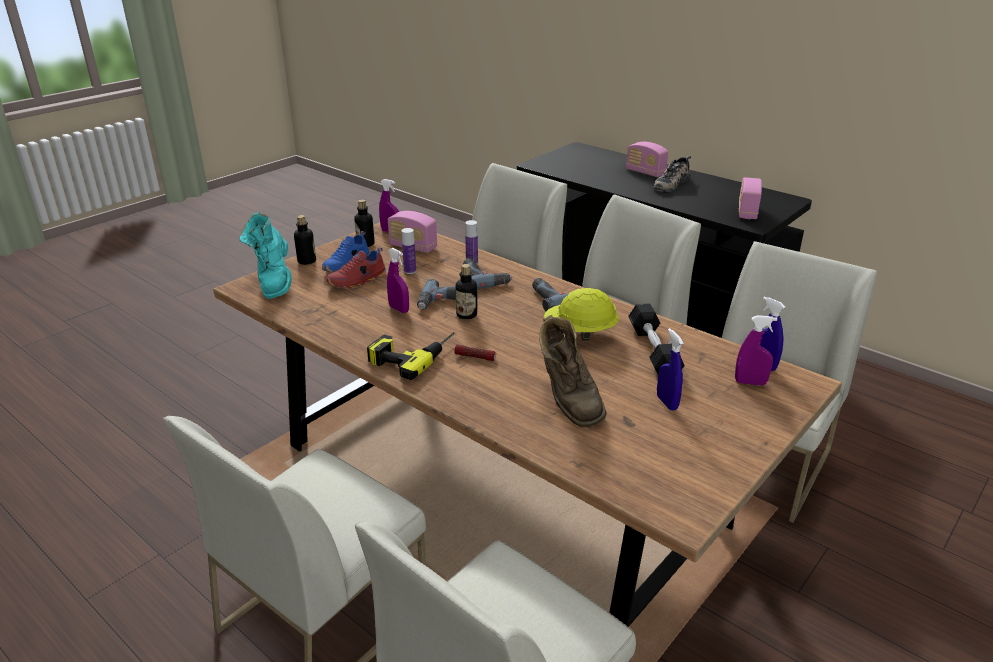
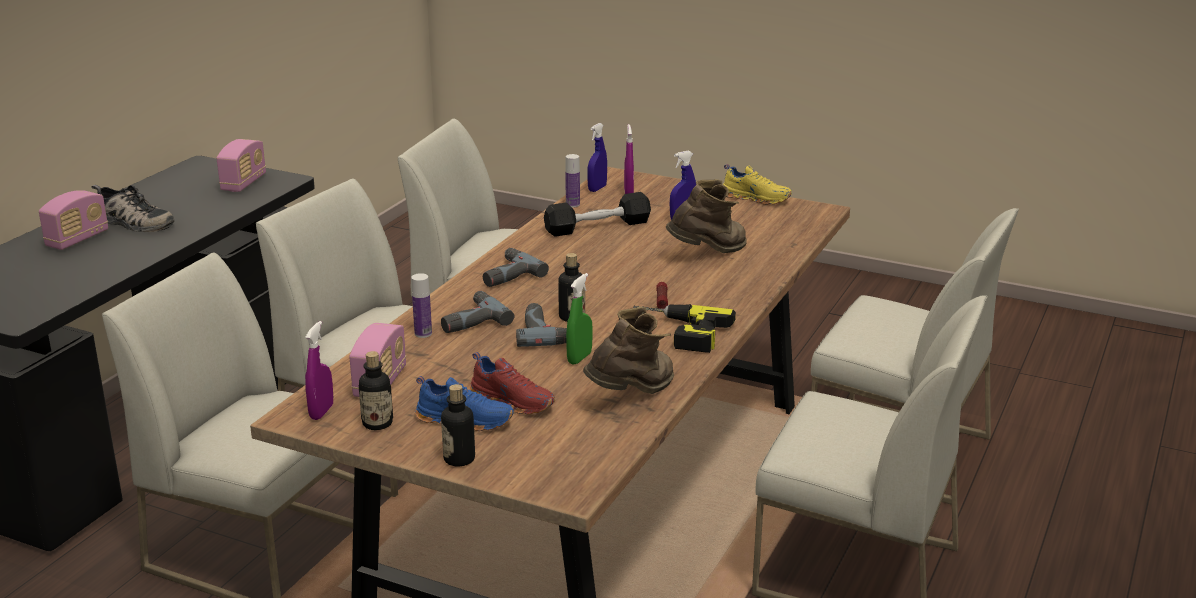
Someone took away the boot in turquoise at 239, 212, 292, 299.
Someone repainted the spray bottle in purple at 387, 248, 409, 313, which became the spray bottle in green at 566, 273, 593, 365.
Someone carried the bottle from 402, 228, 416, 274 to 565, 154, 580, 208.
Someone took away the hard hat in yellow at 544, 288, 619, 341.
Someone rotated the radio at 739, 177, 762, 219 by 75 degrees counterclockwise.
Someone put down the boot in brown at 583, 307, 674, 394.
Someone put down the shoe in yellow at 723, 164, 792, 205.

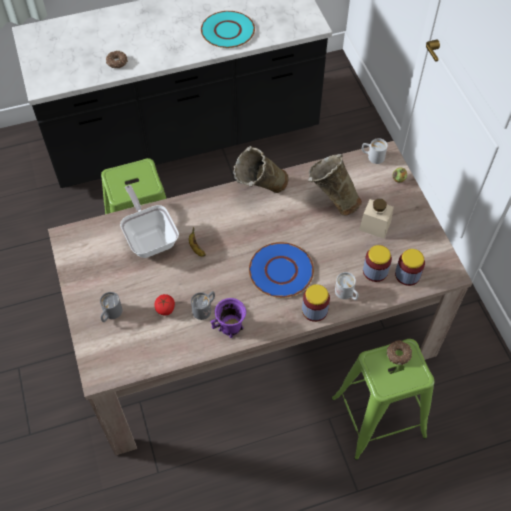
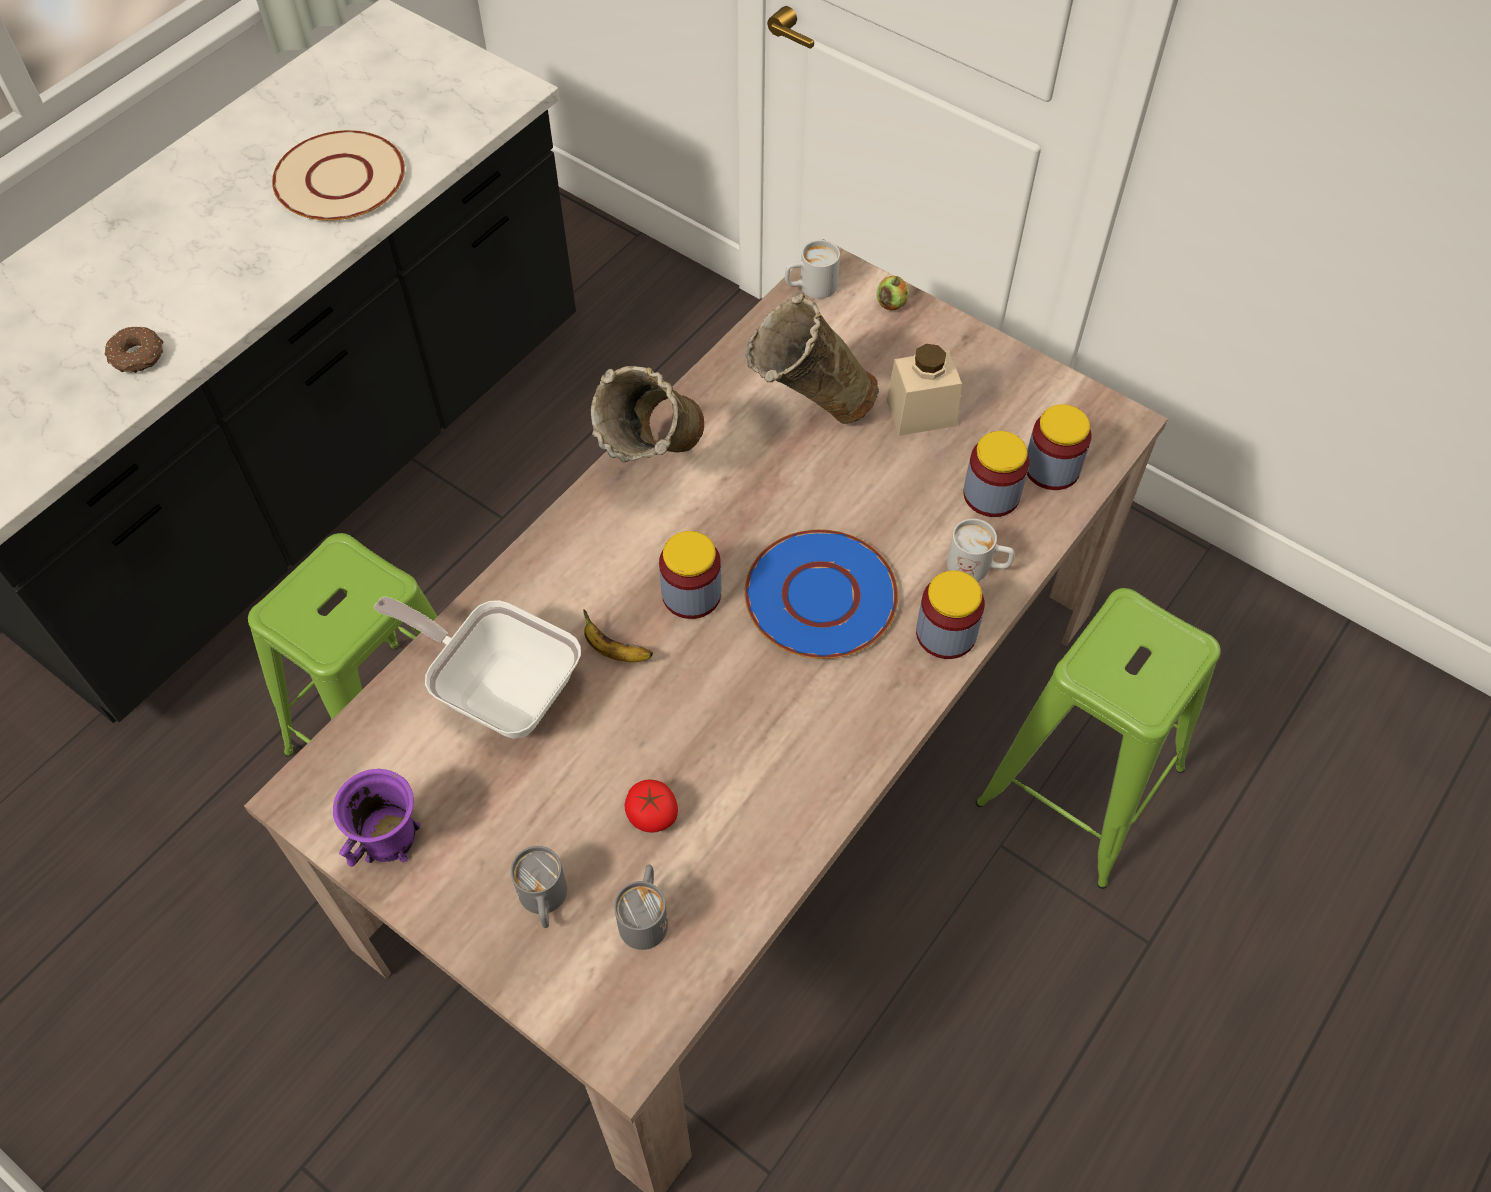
Someone carried the mug in grey from 191, 291, 215, 320 to 614, 865, 668, 950.
Someone repainted the plate in turquoise at 201, 11, 255, 48, which became the plate in beige at 272, 130, 405, 221.
Someone carried the mug in purple from 210, 298, 246, 338 to 333, 769, 420, 867.
Someone took away the donut at 387, 340, 412, 365.
Someone put down the jar at 659, 531, 721, 619.

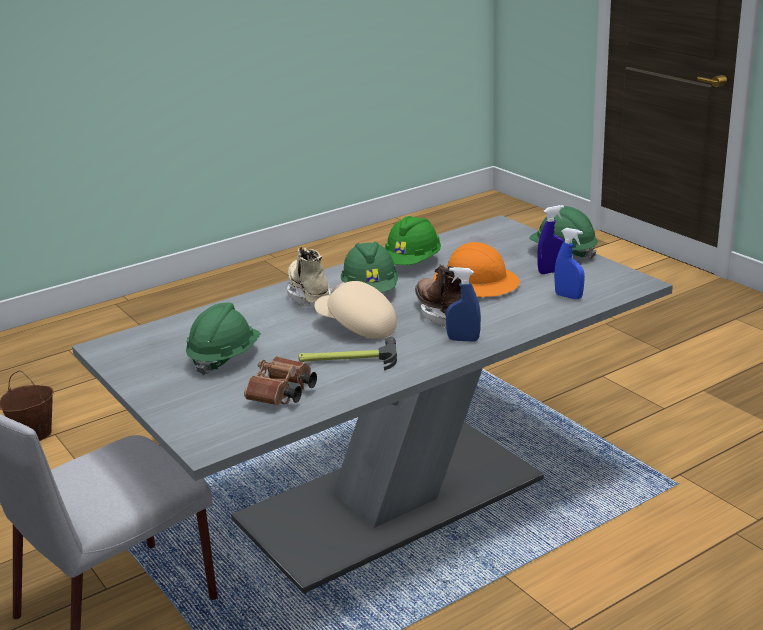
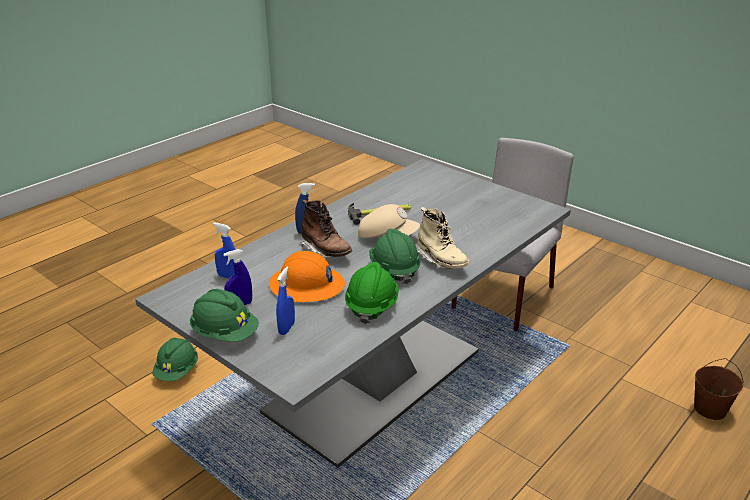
Someone carried the hard hat in green from 186, 303, 261, 375 to 152, 338, 198, 381.
Someone took away the binoculars in brown at 244, 356, 317, 405.
Someone put down the spray bottle in blue at 276, 267, 295, 335.

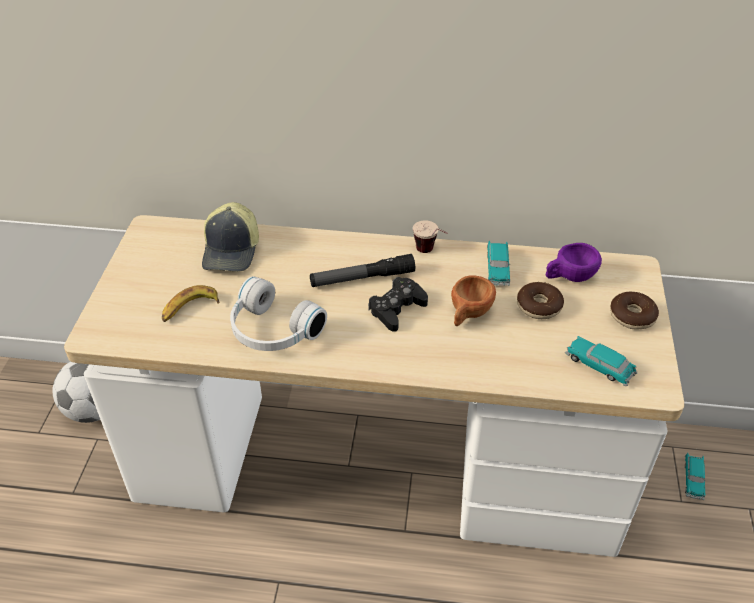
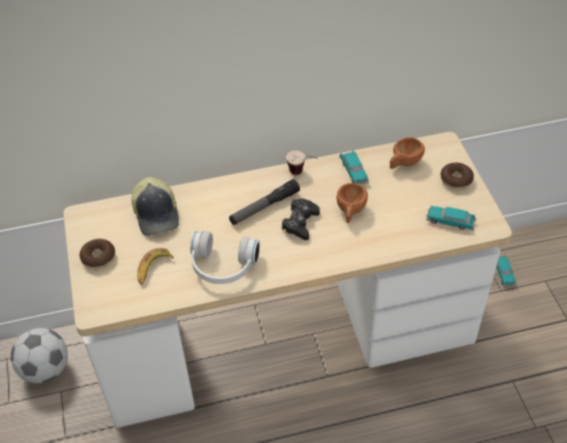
Someone carried the donut from 517, 282, 564, 319 to 80, 239, 115, 269.
Someone repainted the cup in purple at 546, 243, 602, 282, which became the cup in brown at 390, 137, 425, 169.

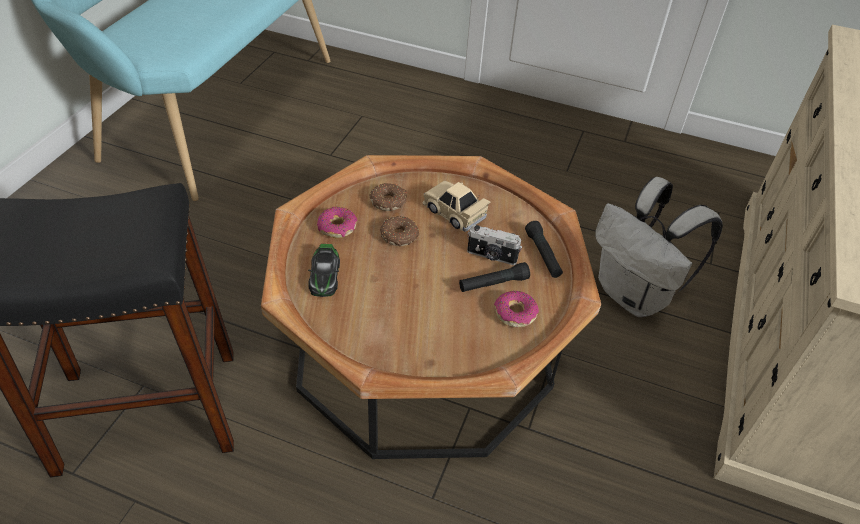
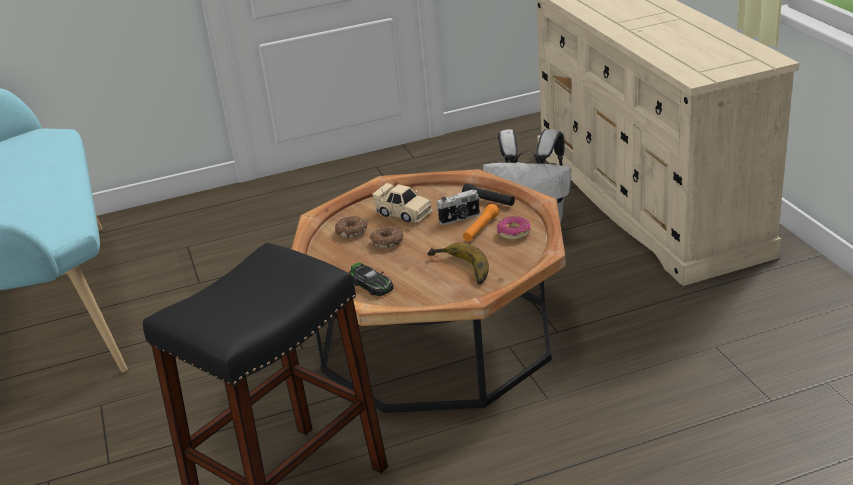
Someone took away the donut at 317, 207, 357, 238.
Someone rotated the toy car in beige at 422, 181, 491, 232 by 150 degrees counterclockwise.
Someone repainted the flashlight in black at 459, 262, 530, 292, which became the flashlight in orange at 463, 204, 499, 241.
Someone put down the banana at 427, 242, 489, 285.

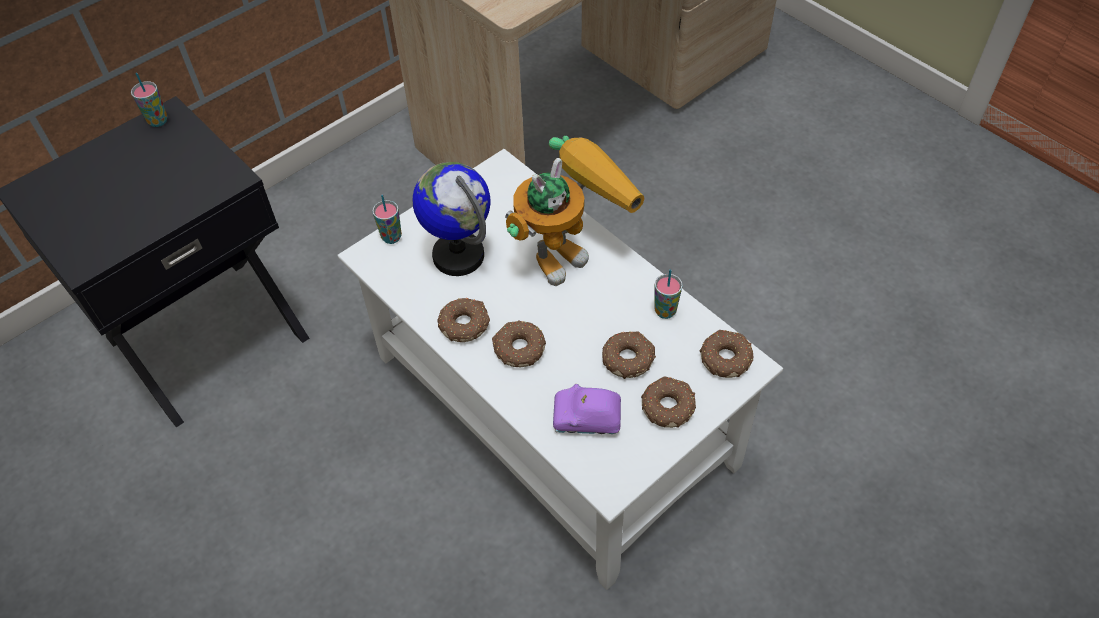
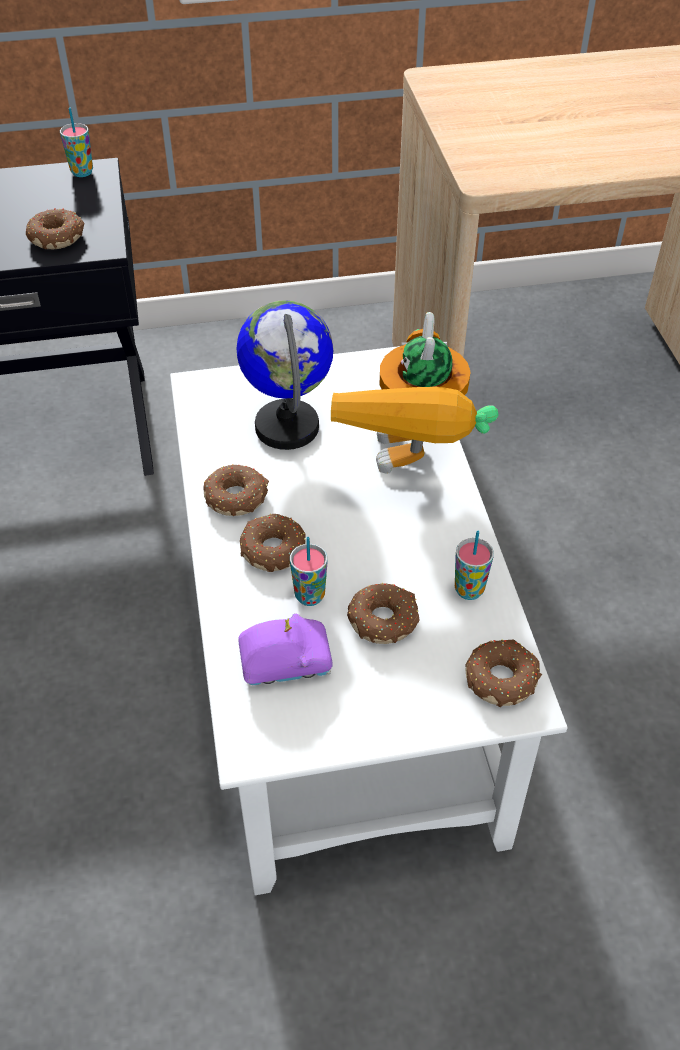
Someone carried the cup from 373, 194, 402, 244 to 290, 537, 327, 606.
Someone rotated the toy robot at 505, 136, 645, 286 by 105 degrees clockwise.
Someone rotated the toy car in purple at 553, 384, 621, 434 by 135 degrees clockwise.
Someone carried the donut from 641, 376, 696, 428 to 26, 208, 84, 249.

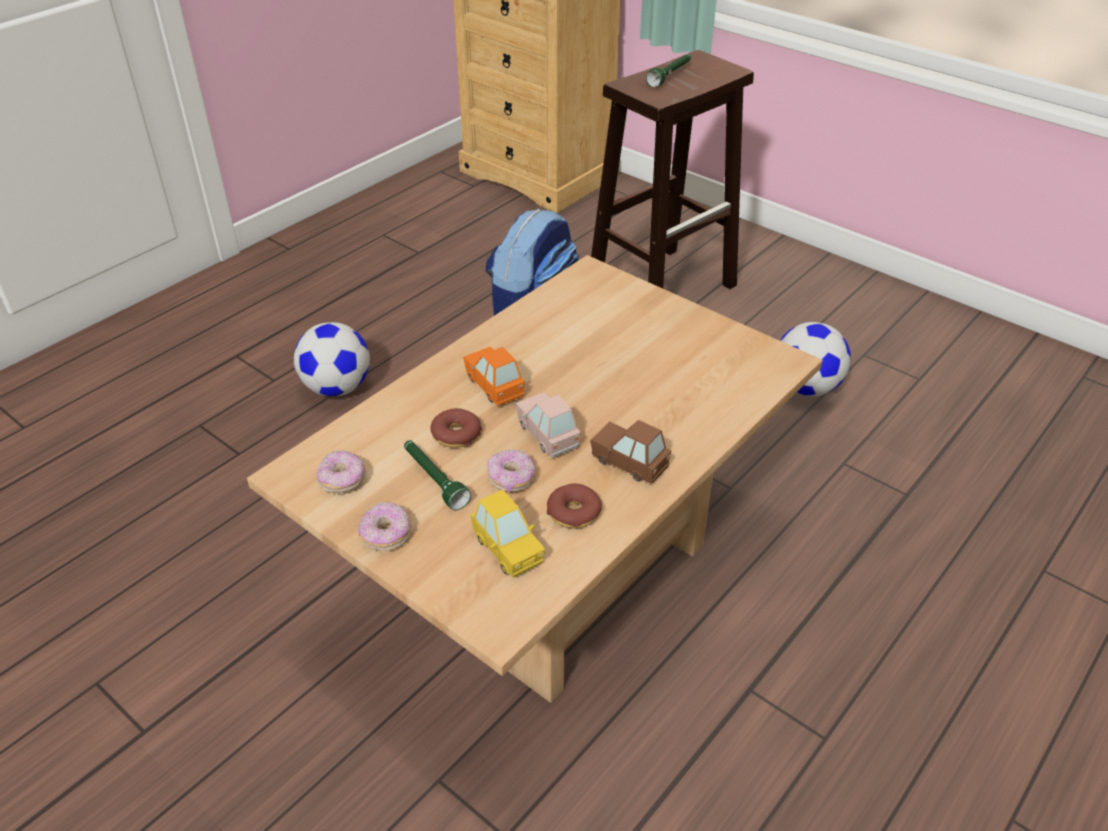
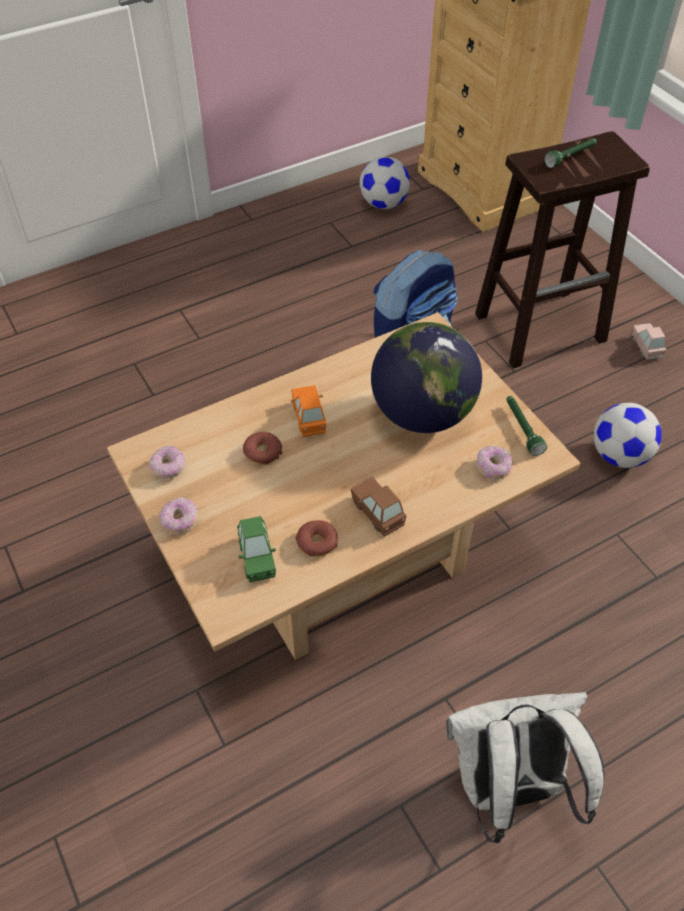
Someone carried the football from 294, 322, 370, 396 to 360, 156, 410, 209.
Someone carried the flashlight in green from 404, 440, 471, 510 to 506, 396, 547, 456.
Someone repainted the toy car in yellow at 470, 489, 545, 577, which became the toy car in green at 237, 516, 276, 582.
Someone carried the donut from 487, 449, 536, 493 to 476, 446, 513, 479.
Someone carried the toy car in pink from 515, 392, 581, 457 to 632, 323, 666, 360.
Someone put down the globe at 371, 322, 482, 433.
Someone put down the backpack in white at 446, 692, 605, 843.

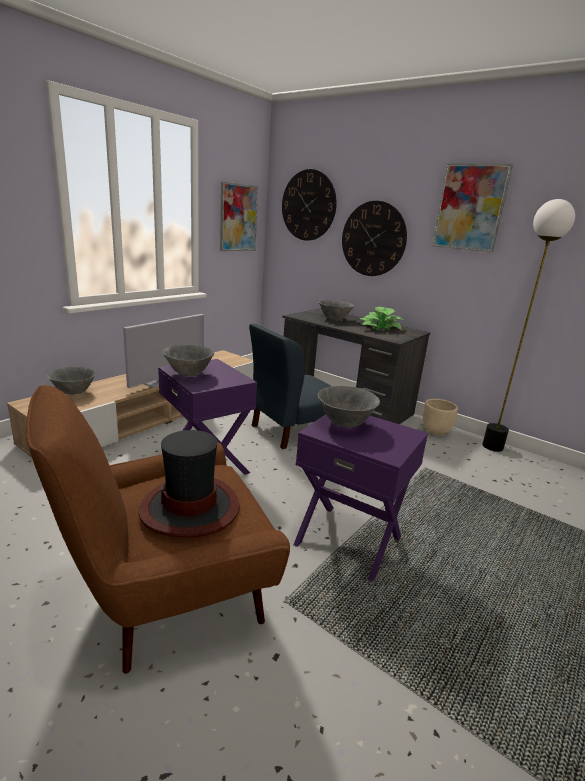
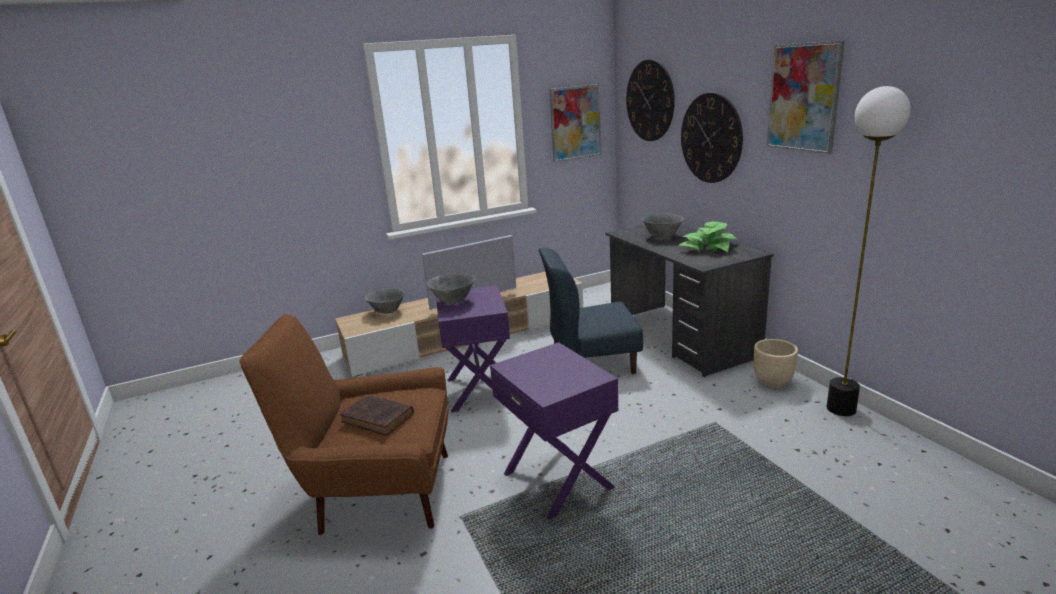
Someone swapped the hat at 139, 430, 240, 537 for the book in brown at 339, 394, 414, 436.
Someone took away the bowl in grey at 318, 386, 380, 428.

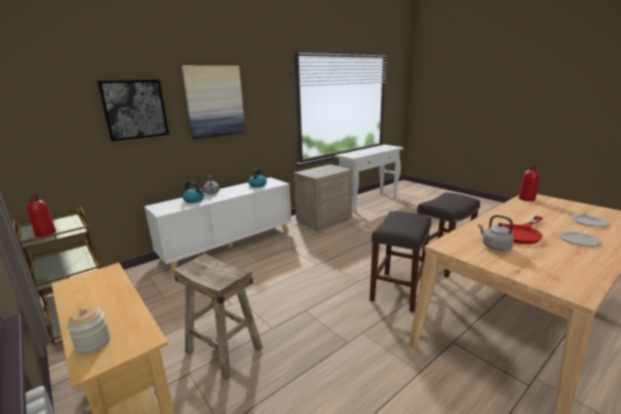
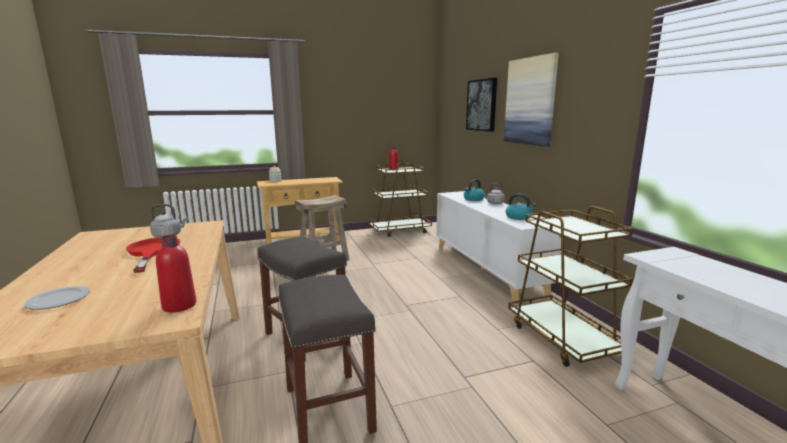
Someone swapped the nightstand in beige at 294, 164, 353, 231 for the cart in brown at 508, 206, 633, 367.
Someone took away the plate at 559, 231, 601, 246.

